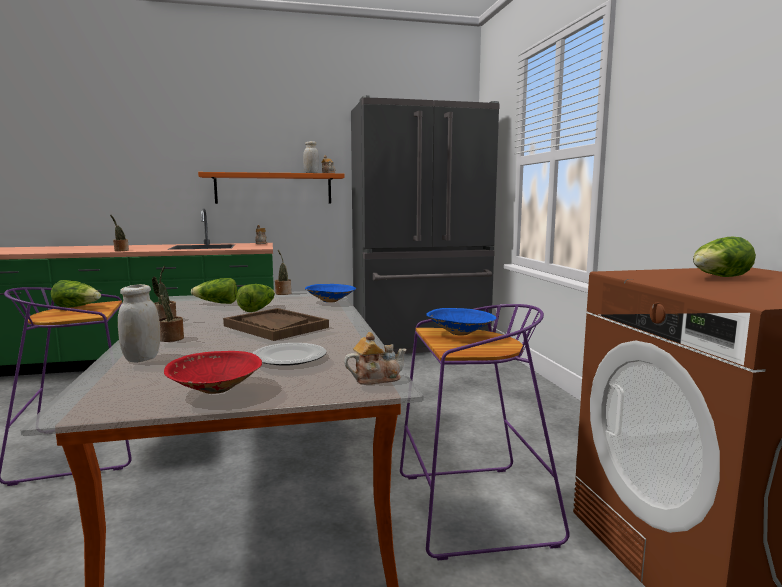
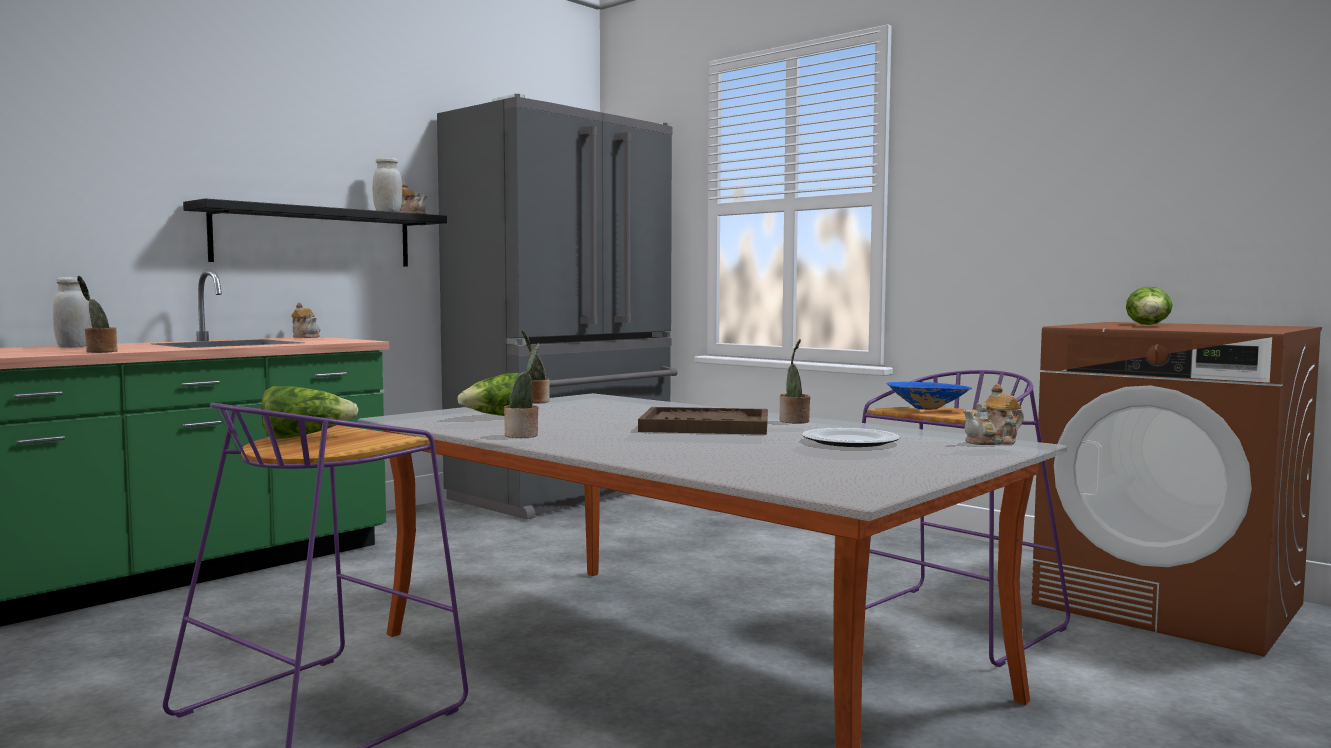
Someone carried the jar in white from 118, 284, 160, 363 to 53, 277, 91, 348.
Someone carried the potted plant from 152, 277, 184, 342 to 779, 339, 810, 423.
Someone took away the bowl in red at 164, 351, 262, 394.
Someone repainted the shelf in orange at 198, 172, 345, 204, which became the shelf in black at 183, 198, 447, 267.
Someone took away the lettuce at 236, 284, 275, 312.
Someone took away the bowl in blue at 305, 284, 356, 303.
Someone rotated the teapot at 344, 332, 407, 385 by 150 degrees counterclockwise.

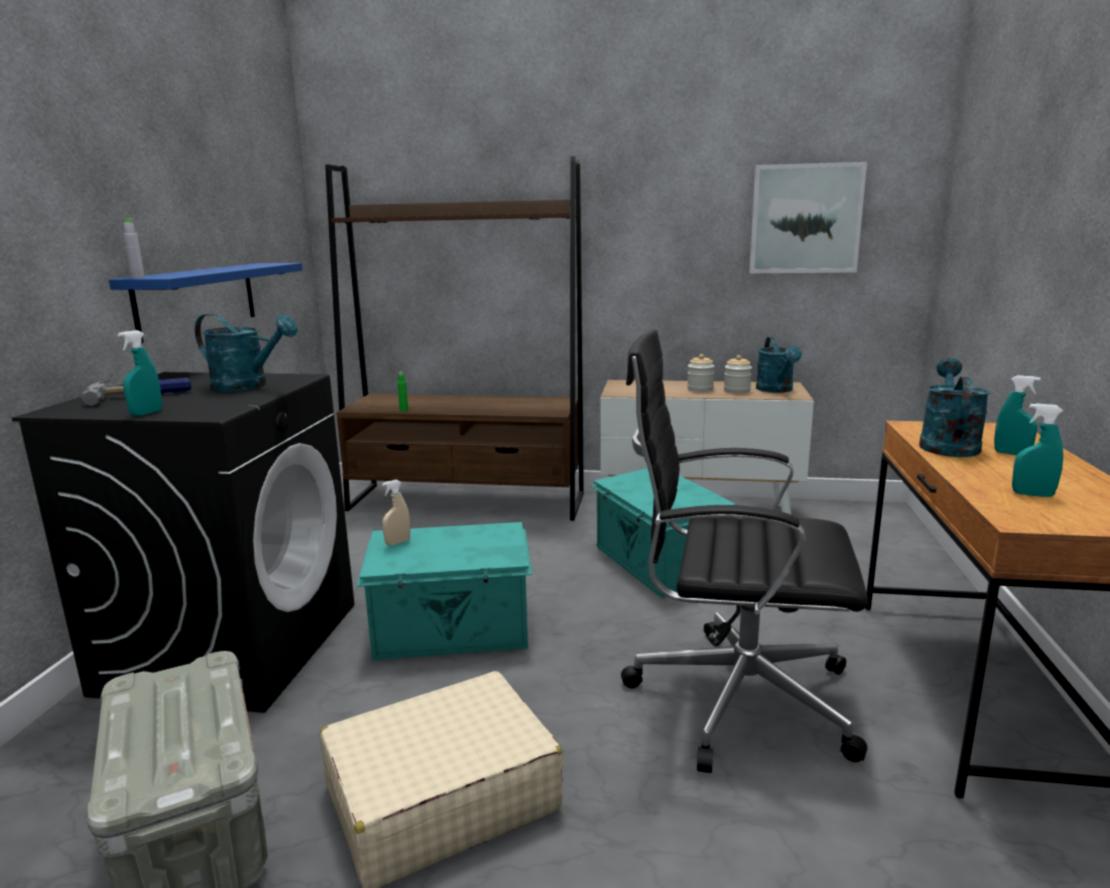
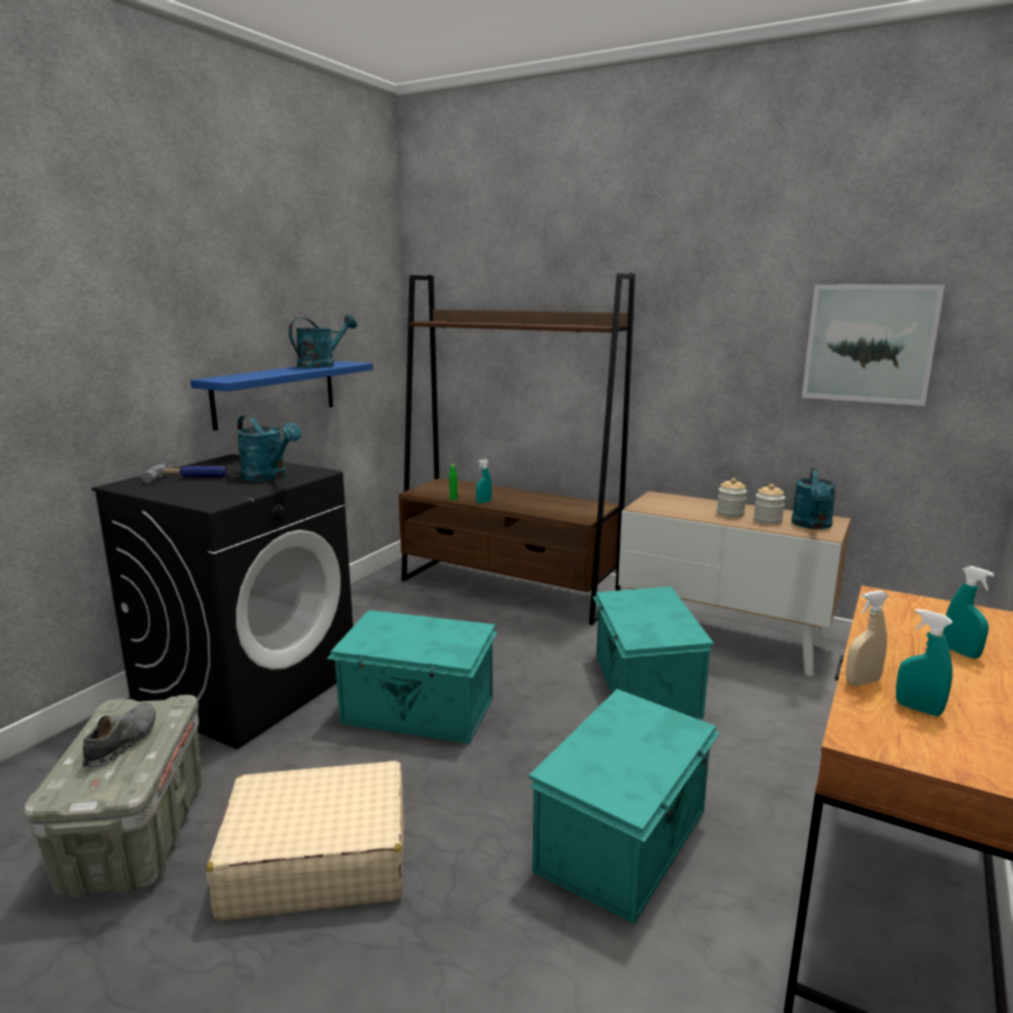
Someone carried the spray bottle in turquoise from 118, 330, 162, 416 to 476, 459, 492, 504.
Someone took away the bottle in grey at 123, 219, 145, 278.
Someone carried the spray bottle in beige from 382, 479, 410, 546 to 846, 590, 889, 686.
Someone swapped the office chair in black at 621, 329, 868, 773 for the storage box in turquoise at 529, 689, 720, 924.
Someone carried the watering can in turquoise from 919, 358, 990, 457 to 289, 315, 357, 368.
Someone put down the shoe in grey at 82, 703, 156, 767.

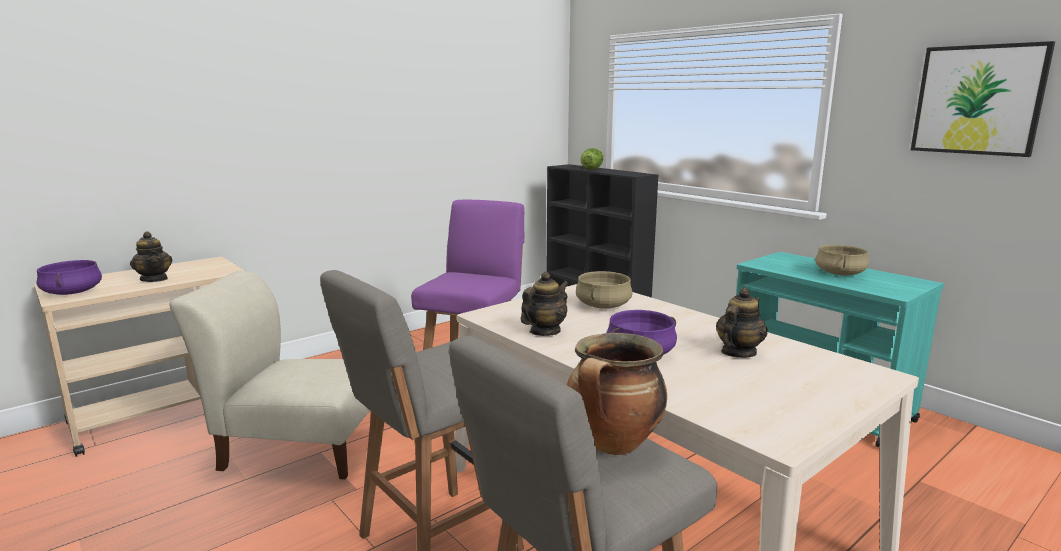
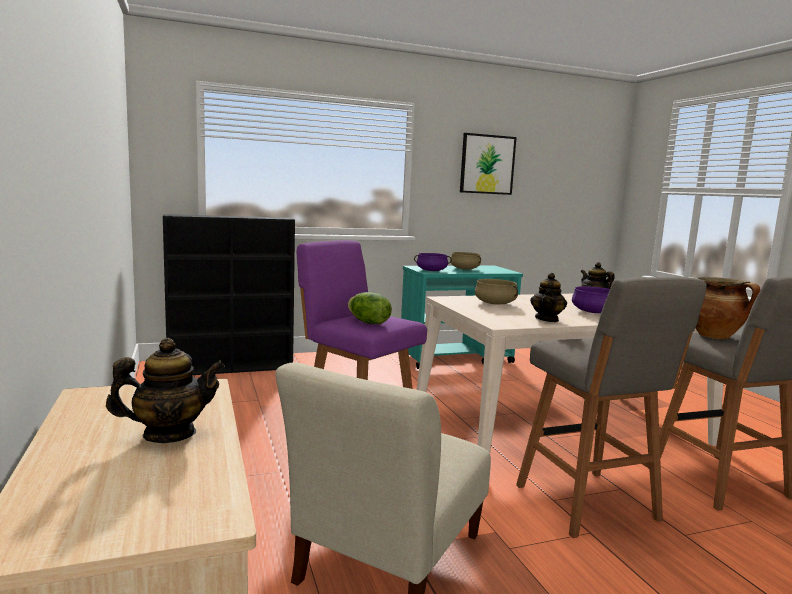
Someone carried the cooking pot in purple from 36, 260, 102, 295 to 414, 253, 451, 271.
Someone rotated the teapot at 521, 272, 569, 336 by 135 degrees counterclockwise.
Someone carried the lettuce from 580, 148, 603, 169 to 348, 292, 392, 324.

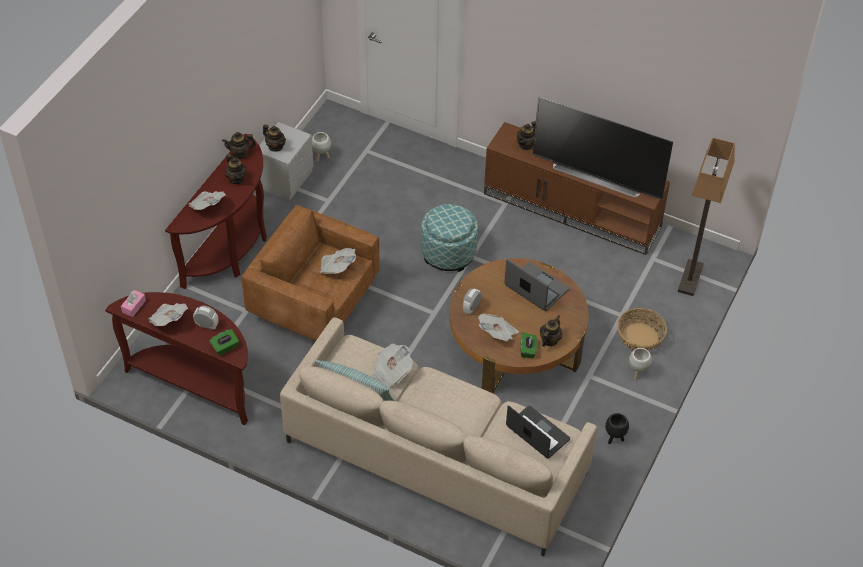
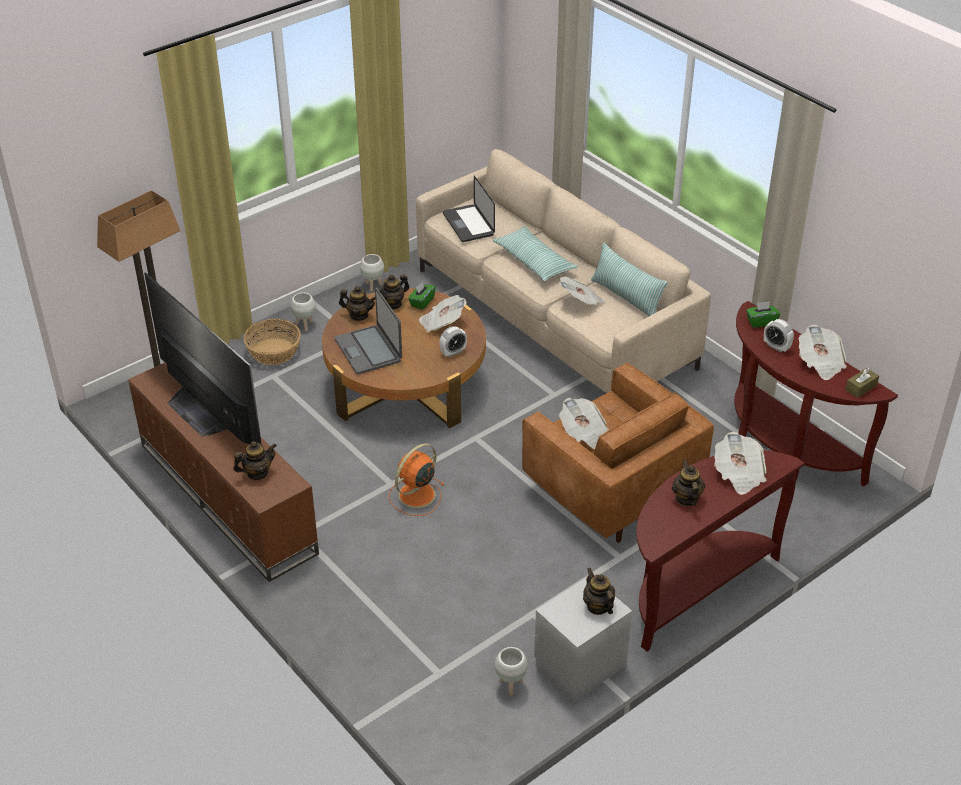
Someone repainted the tissue box in pink at 121, 290, 146, 317, which became the tissue box in brown at 845, 368, 879, 398.
Someone carried the teapot from 222, 132, 256, 159 to 339, 286, 375, 321.
Someone swapped the ottoman at 421, 204, 478, 272 for the fan in orange at 389, 444, 445, 516.
Someone repainted the planter in black at 605, 413, 629, 444, which became the planter in white at 360, 254, 384, 292.
Someone put down the pillow at 493, 226, 578, 281.

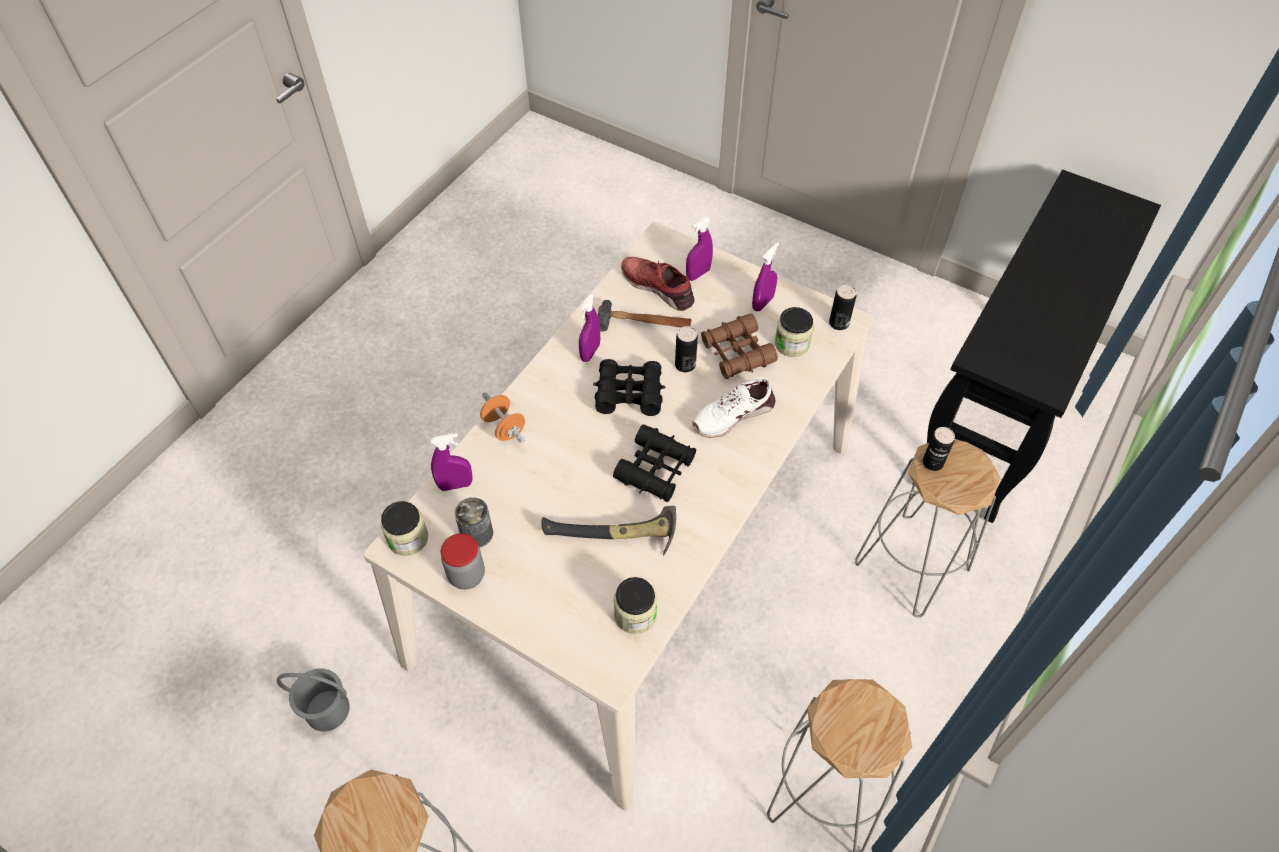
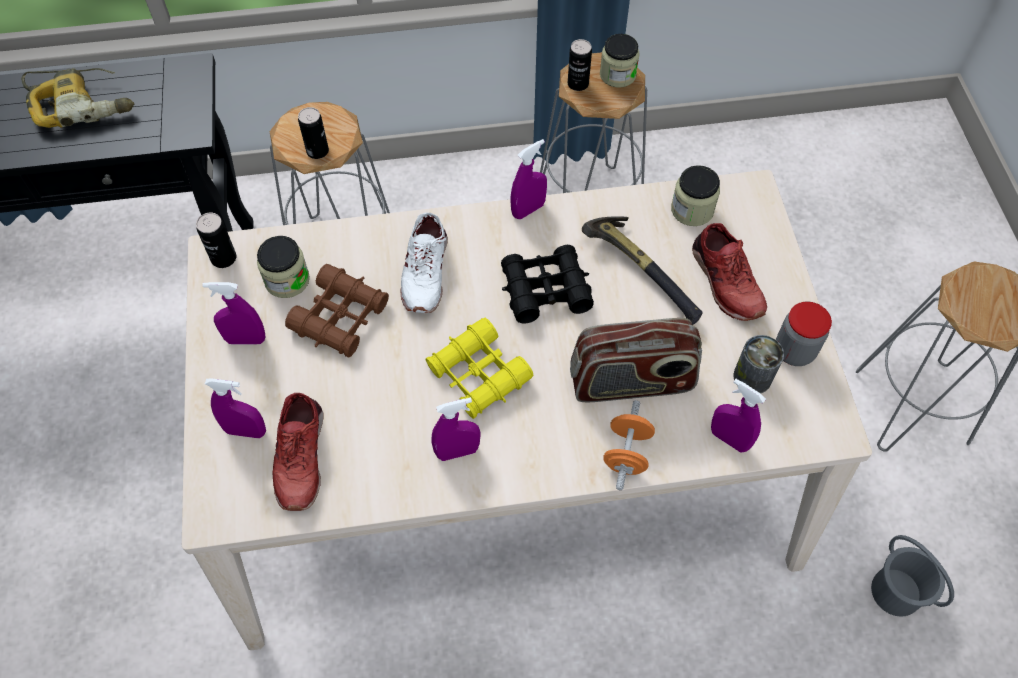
Someone carried the jar from 381, 501, 428, 556 to 600, 34, 640, 88.
Someone repainted the binoculars in black at 593, 359, 666, 416, which became the binoculars in yellow at 426, 317, 533, 419.
Someone took away the hammer at 598, 300, 692, 331.
Someone carried the can from 675, 326, 698, 372 to 568, 39, 592, 91.
Someone rotated the shoe in white at 692, 376, 775, 438 by 75 degrees clockwise.
Someone put down the power drill at 21, 68, 134, 128.
Someone put down the spray bottle in purple at 510, 139, 547, 219.
Someone put down the radio at 570, 318, 702, 402.
Someone put down the shoe in red at 692, 223, 767, 321.

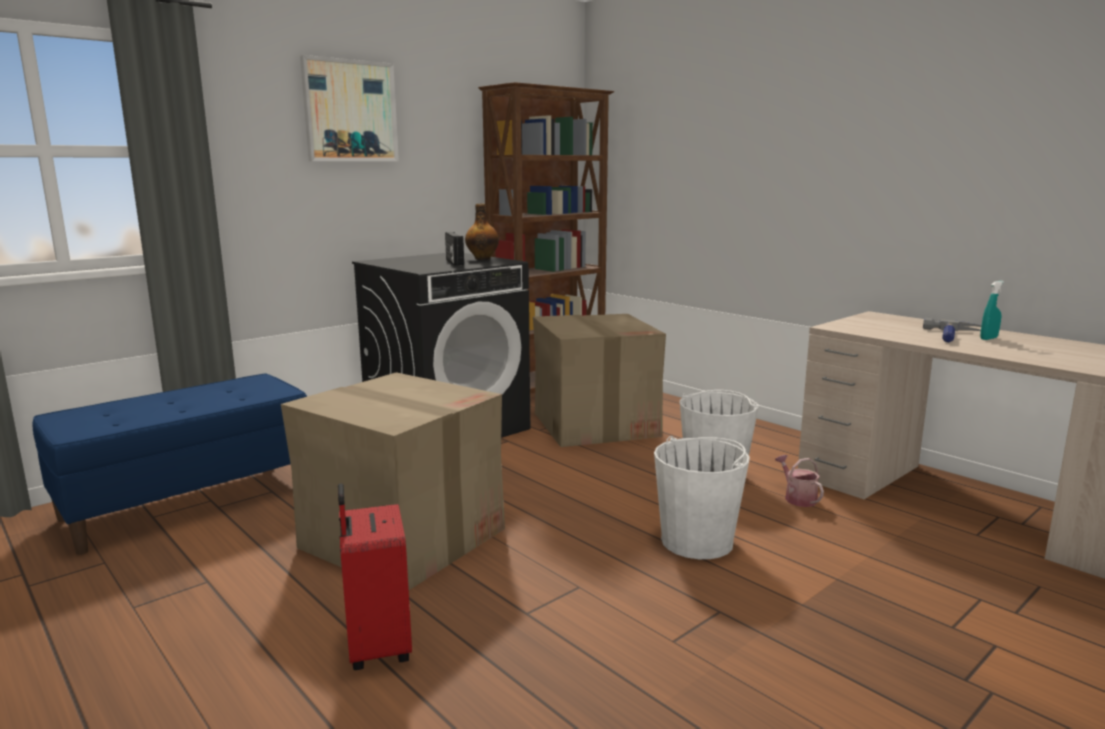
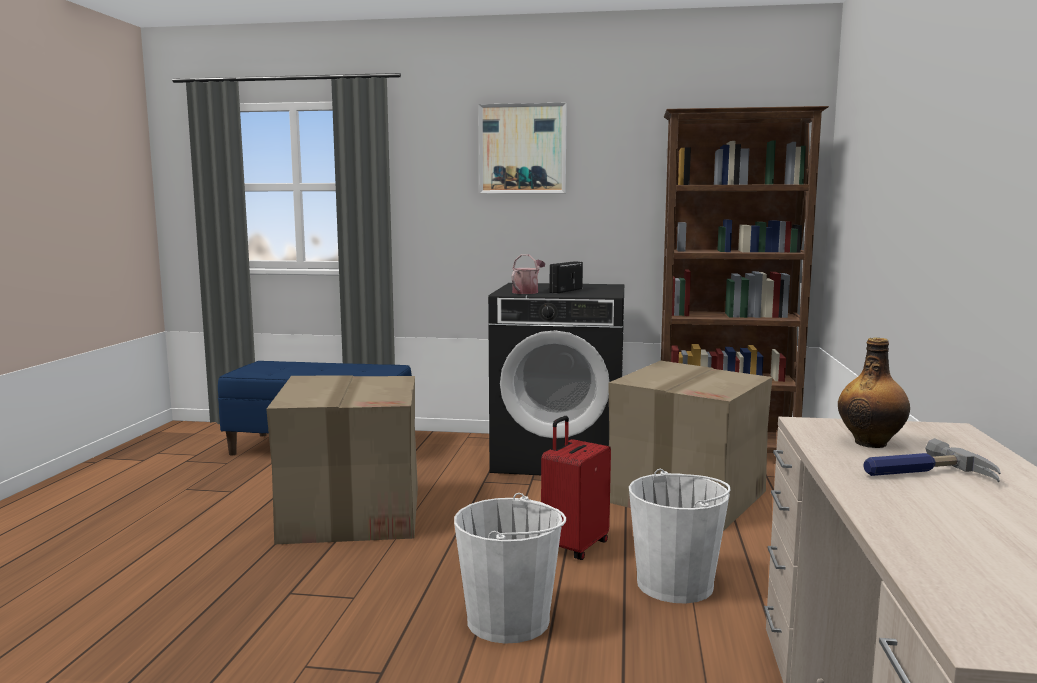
Someone carried the suitcase in red from 338, 483, 412, 670 to 541, 416, 611, 560.
Someone carried the bottle from 465, 204, 499, 260 to 838, 337, 910, 448.
Someone carried the watering can from 775, 455, 824, 507 to 512, 254, 545, 294.
Someone took away the spray bottle in turquoise at 980, 281, 1004, 340.

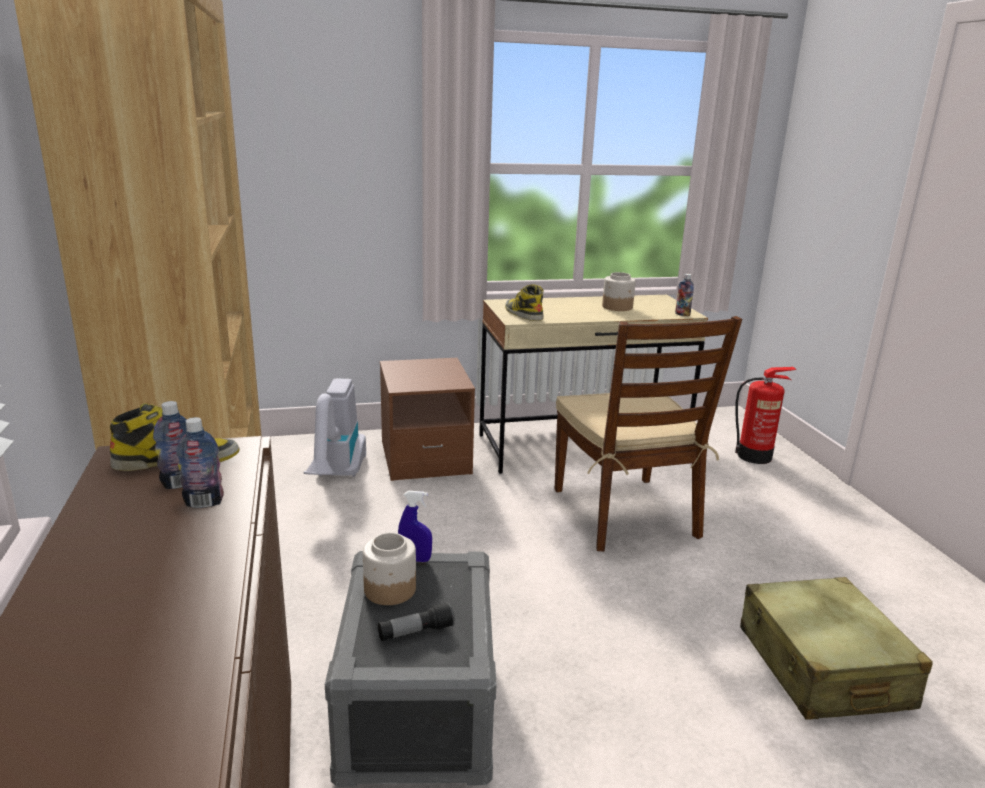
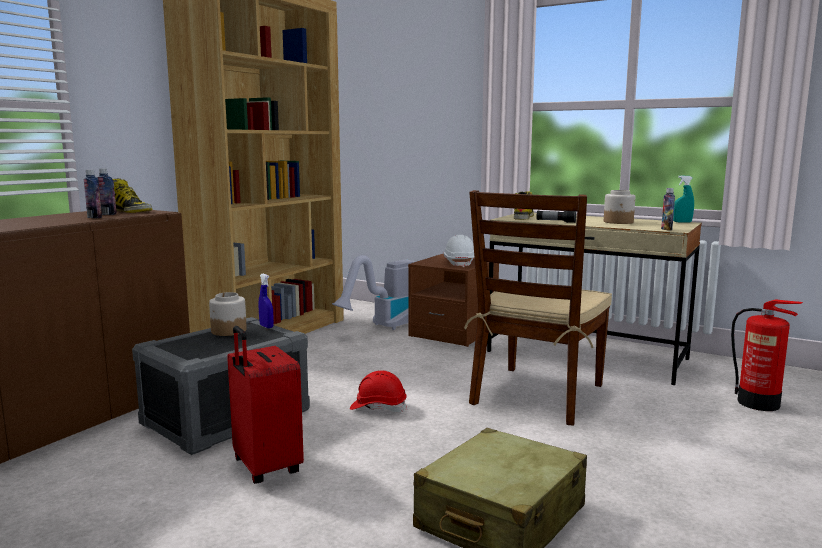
Someone carried the flashlight from 378, 602, 455, 641 to 537, 211, 576, 223.
Someone put down the suitcase in red at 227, 326, 304, 484.
Someone put down the hard hat in red at 350, 370, 407, 412.
Someone put down the hard hat in white at 443, 235, 474, 268.
Someone put down the spray bottle in turquoise at 673, 176, 694, 223.

